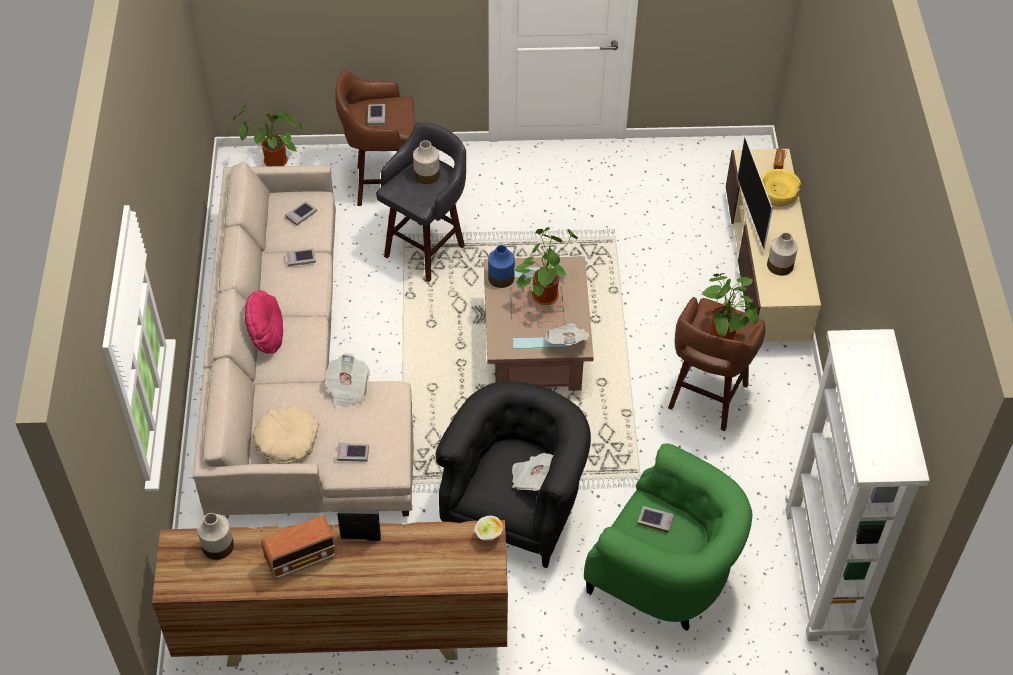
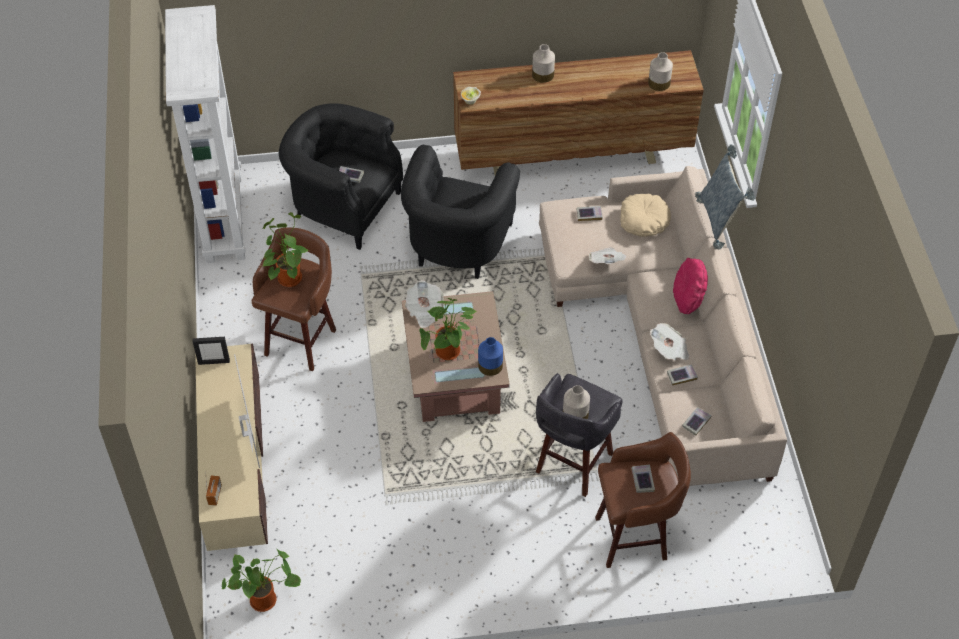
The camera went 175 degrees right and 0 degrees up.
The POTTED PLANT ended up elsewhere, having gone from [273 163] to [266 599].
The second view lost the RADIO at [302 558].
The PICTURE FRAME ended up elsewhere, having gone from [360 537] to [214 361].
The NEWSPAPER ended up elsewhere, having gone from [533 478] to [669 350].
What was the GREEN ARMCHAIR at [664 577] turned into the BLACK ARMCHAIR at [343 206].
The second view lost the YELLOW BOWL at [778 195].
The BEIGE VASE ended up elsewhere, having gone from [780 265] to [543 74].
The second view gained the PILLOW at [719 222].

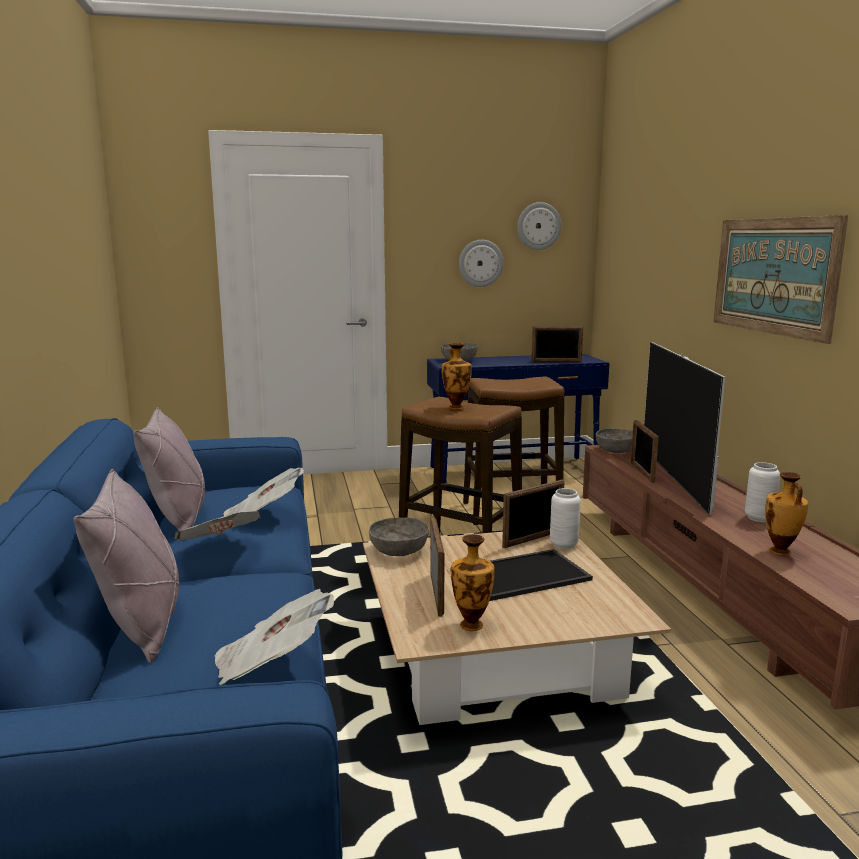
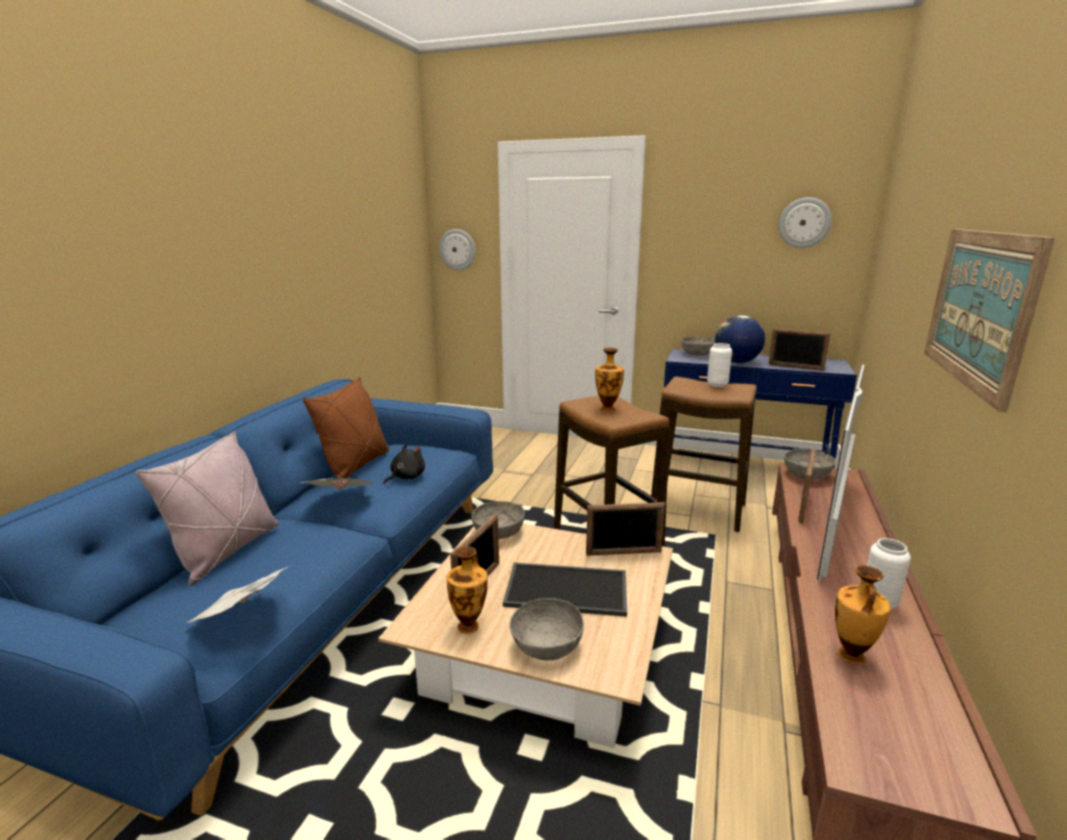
The camera went 30 degrees right and 5 degrees up.
What was the PURPLE PILLOW at [179 519] turned into the BROWN PILLOW at [356 466].
Where the NEWSPAPER stood at [263 515], the BLACK PLUSH TOY came to stand at [406 477].
The WALL CLOCK ended up elsewhere, having gone from [480 263] to [457 249].
The WHITE VASE ended up elsewhere, having gone from [563 545] to [717 385].
The second view gained the GREY BOWL at [547 645].
The second view gained the GLOBE at [736 362].

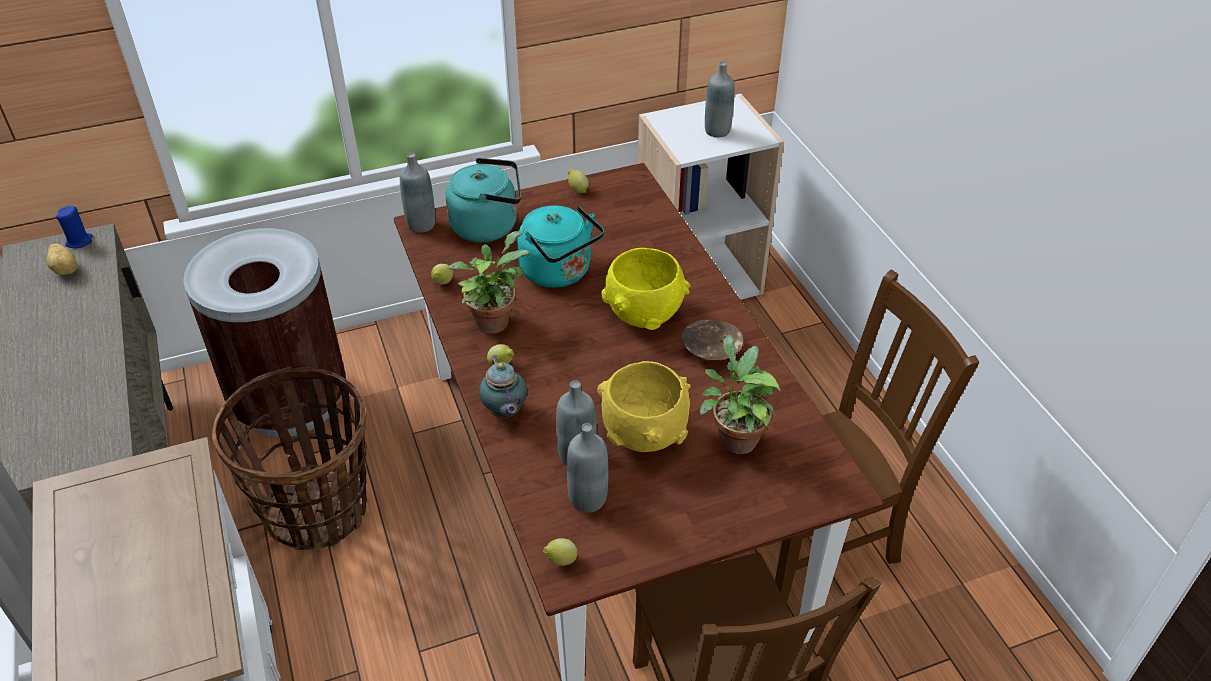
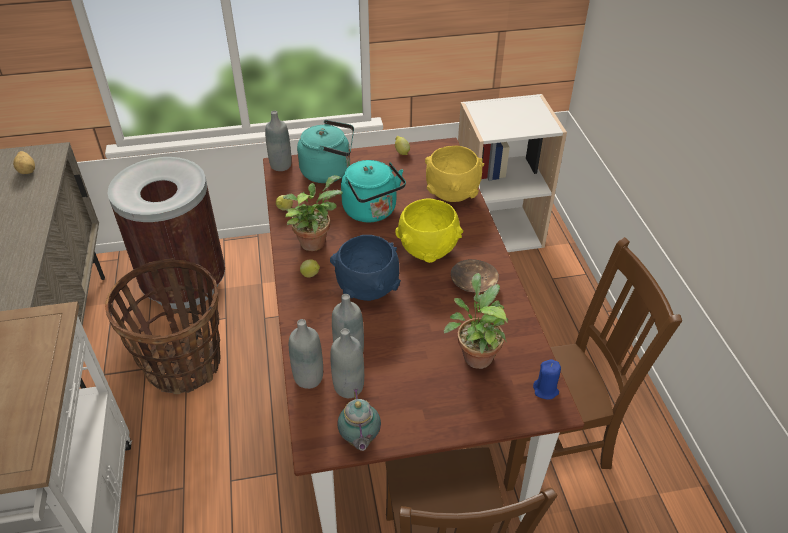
The camera went 10 degrees right and 0 degrees up.
The BLUE CANDLE ended up elsewhere, having gone from [79 241] to [546 390].
The TEAPOT ended up elsewhere, having gone from [505 413] to [359 440].
The second view lost the LEMON at [560 561].
The YELLOW BOWL ended up elsewhere, having gone from [643 434] to [451 194].
The GREY BOTTLE ended up elsewhere, having gone from [717 131] to [308 378].
The second view gained the BLUE BOWL at [367 289].

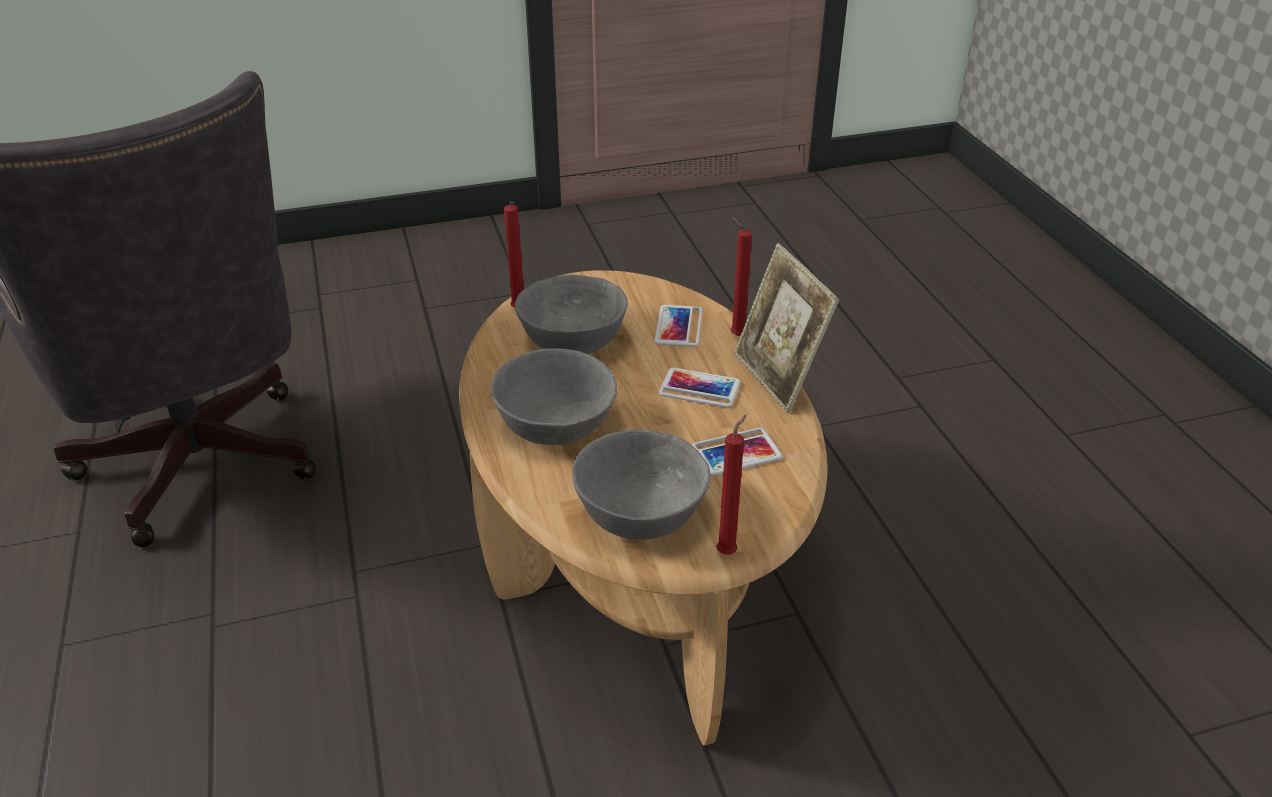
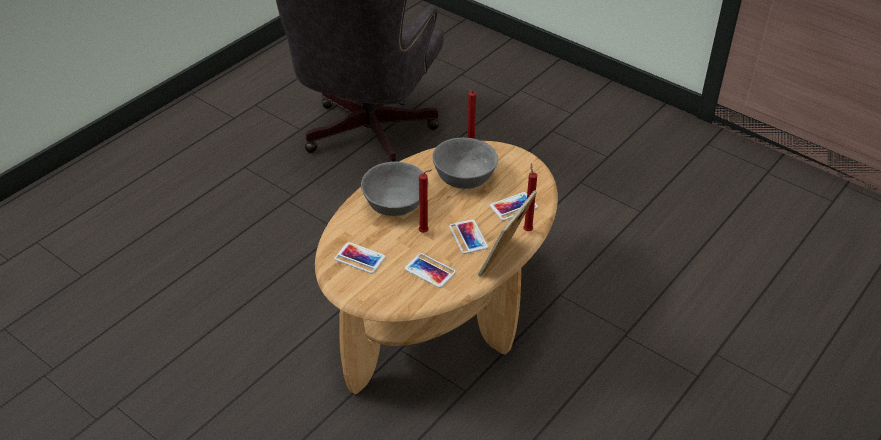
The camera went 55 degrees right and 5 degrees up.
Where the GREY BOWL stood at [640 512], the PHONE came to stand at [360 258].
The RED CANDLE ended up elsewhere, having gone from [728 551] to [425 232].

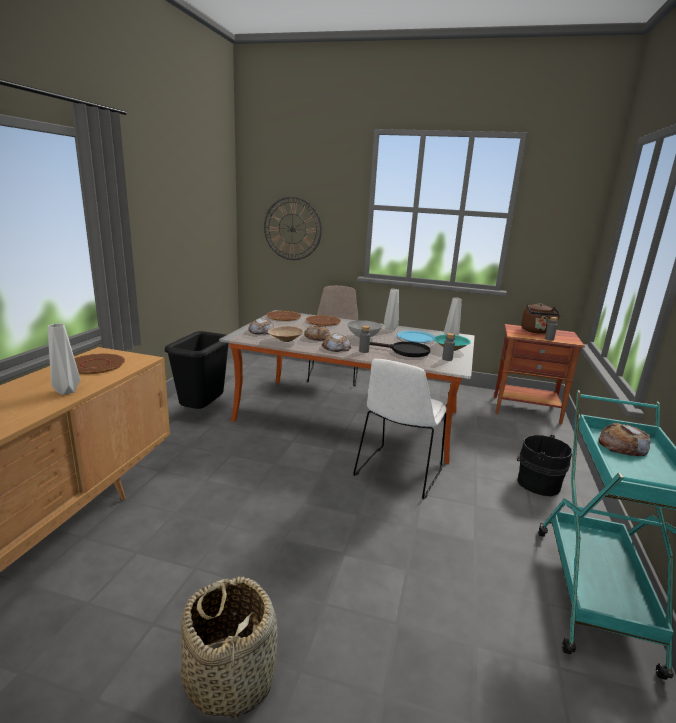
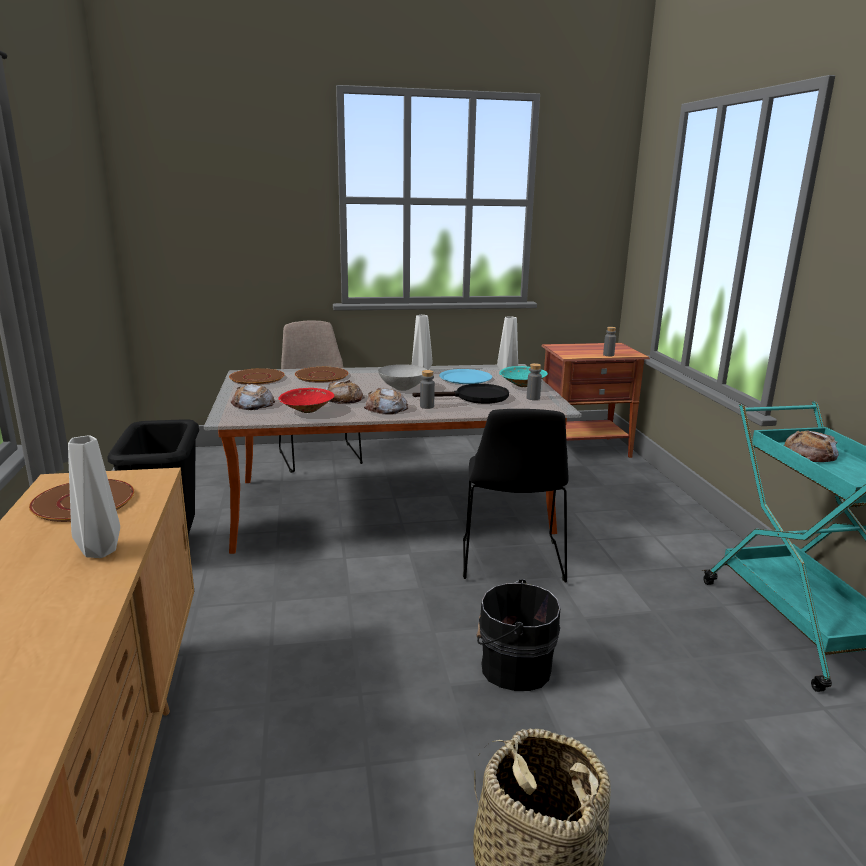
The camera went 25 degrees left and 0 degrees up.
The second view lost the WALL CLOCK at [292 228].
What was the BEIGE BOWL at [285 340] turned into the RED BOWL at [306 411].
What was the WHITE CHAIR at [398 473] turned into the BLACK CHAIR at [511 561].
The BLACK BUCKET ended up elsewhere, having gone from [536 482] to [512 667].
The second view lost the BROWN KETTLE at [536 331].

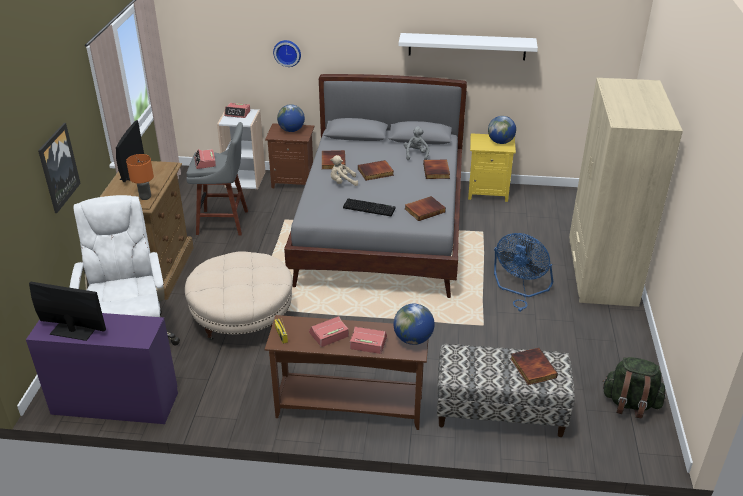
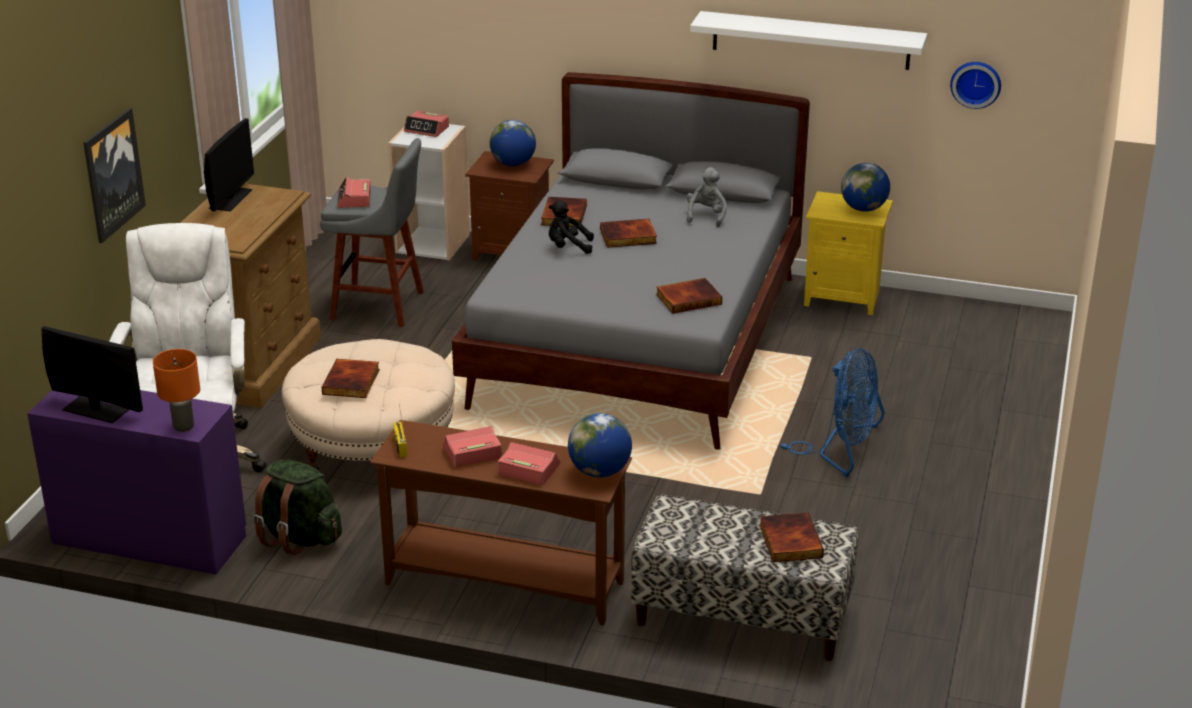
The camera went 10 degrees right and 5 degrees down.
The ORANGE TABLE LAMP ended up elsewhere, having gone from [145 197] to [184 426].
The WALL CLOCK ended up elsewhere, having gone from [287 52] to [976 83].
What was the BEIGE PLUSH TOY at [342 182] turned into the BLACK PLUSH TOY at [568 247].
The second view lost the KEYBOARD at [369 208].
The BOOK ended up elsewhere, having gone from [437 171] to [352 382].
The BLUE FAN at [518 289] ended up facing another way, 75 degrees clockwise from before.
The second view lost the BEIGE WARDROBE at [601 272].
The GREEN BACKPACK ended up elsewhere, having gone from [630 403] to [299 538].

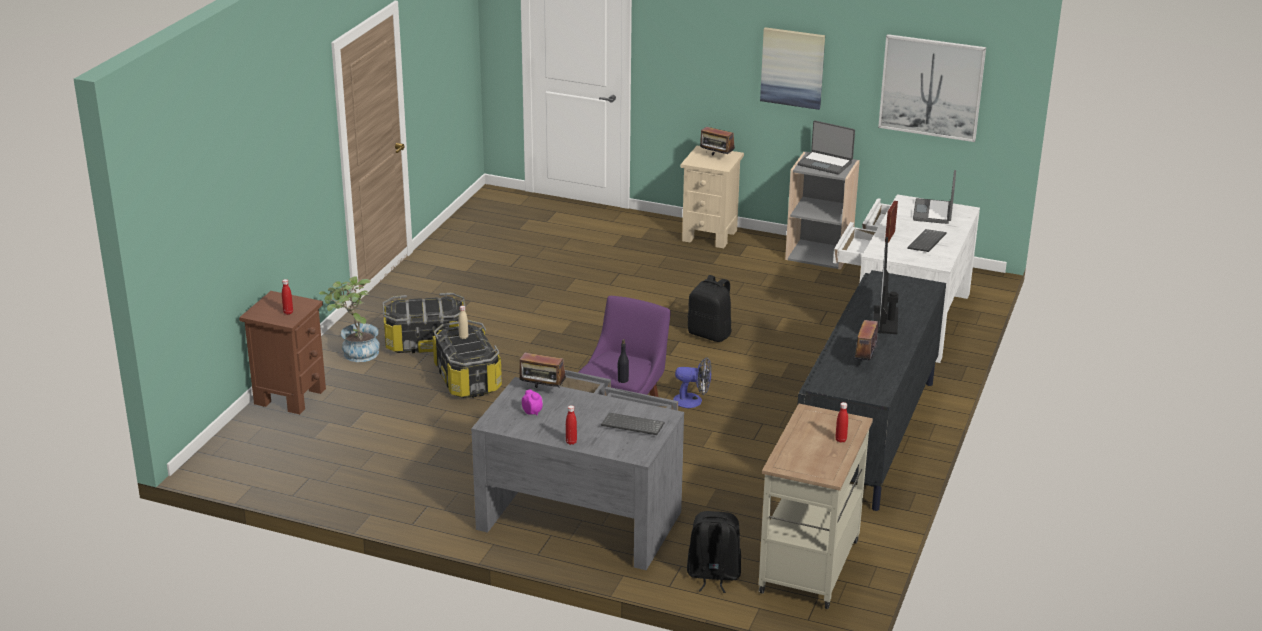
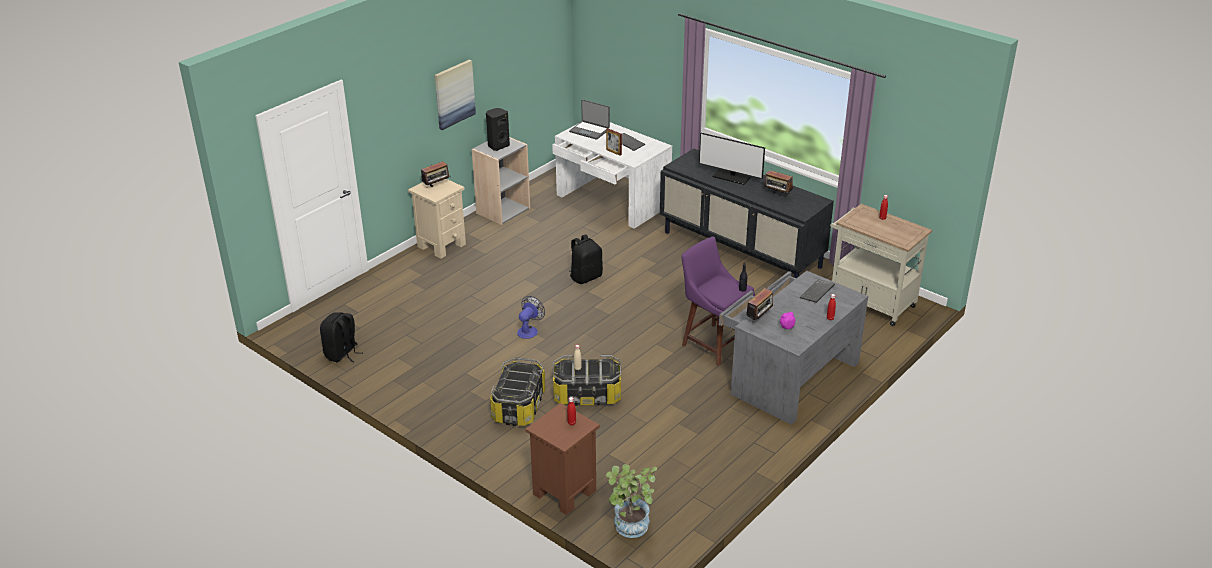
The camera went 70 degrees left and 5 degrees up.
The POTTED PLANT ended up elsewhere, having gone from [355 353] to [630 529].
The FAN ended up elsewhere, having gone from [693 401] to [529 330].
The BLACK BACKPACK ended up elsewhere, having gone from [713 575] to [342 354].
Where the LAPTOP stood at [825 163], the BLACK SPEAKER came to stand at [498 146].
The second view lost the PICTURE at [931 87].

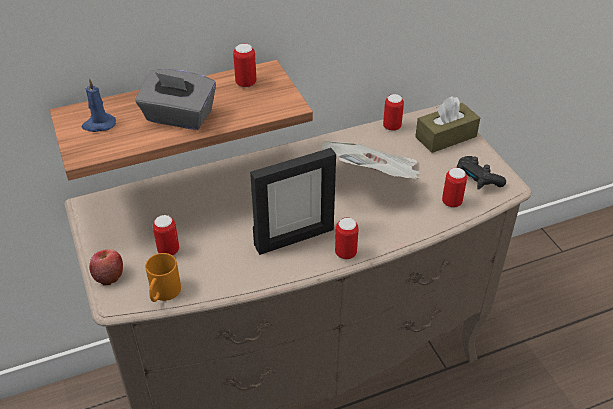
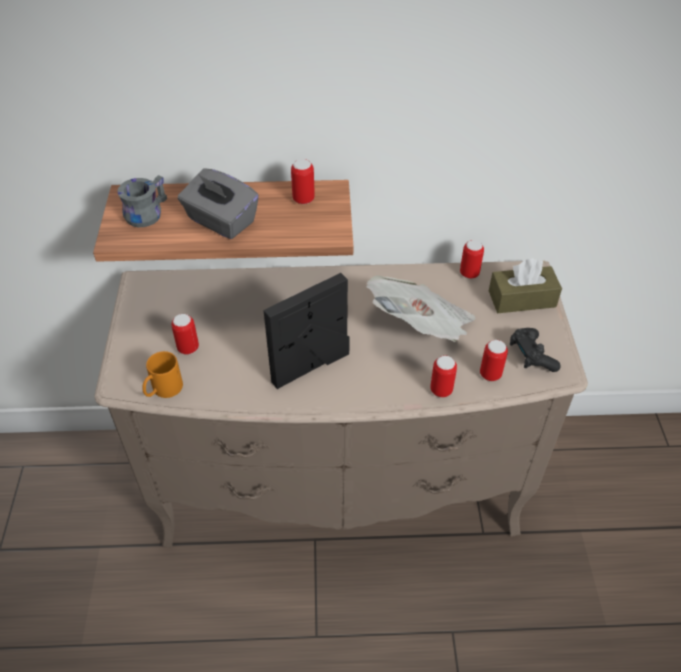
The camera went 20 degrees right and 5 degrees up.
Where the BLUE CANDLE stood at [99 125], the GREY MUG came to stand at [145 212].
The second view lost the APPLE at [108 275].
The PICTURE FRAME at [294 237] ended up facing another way, 150 degrees clockwise from before.
The CAN ended up elsewhere, having gone from [345 253] to [441 390].

